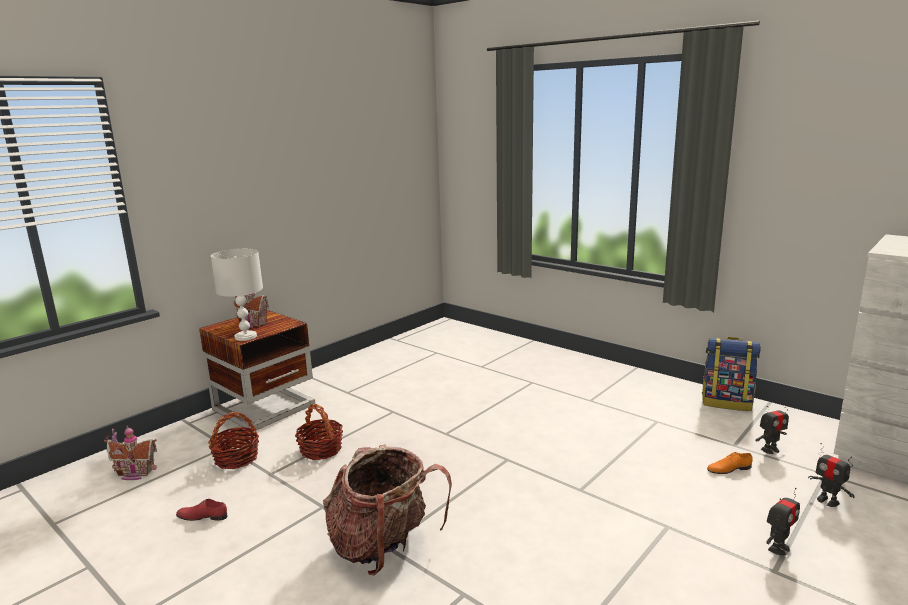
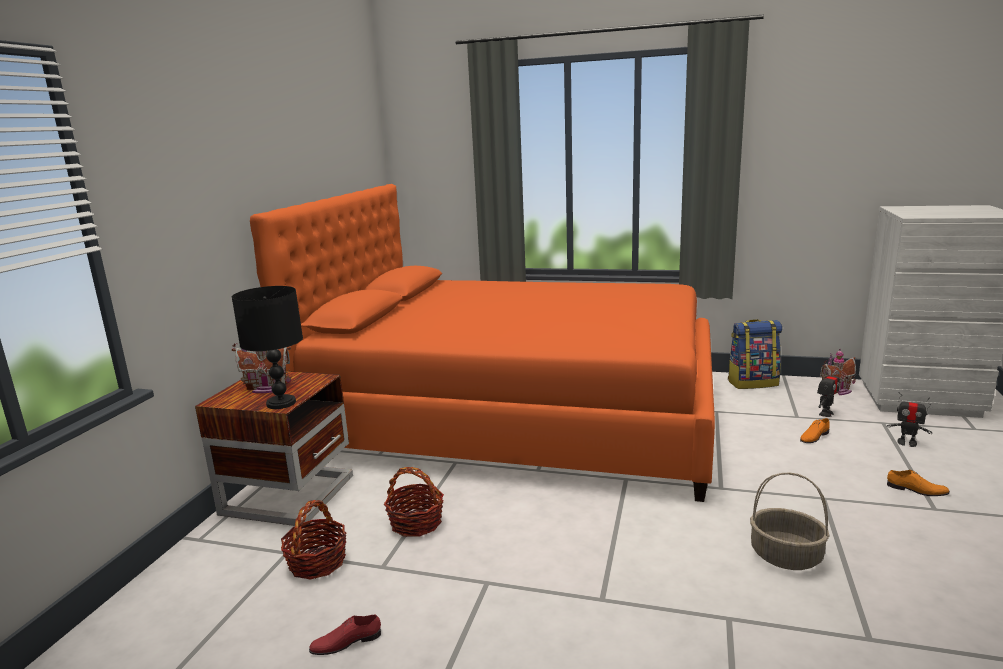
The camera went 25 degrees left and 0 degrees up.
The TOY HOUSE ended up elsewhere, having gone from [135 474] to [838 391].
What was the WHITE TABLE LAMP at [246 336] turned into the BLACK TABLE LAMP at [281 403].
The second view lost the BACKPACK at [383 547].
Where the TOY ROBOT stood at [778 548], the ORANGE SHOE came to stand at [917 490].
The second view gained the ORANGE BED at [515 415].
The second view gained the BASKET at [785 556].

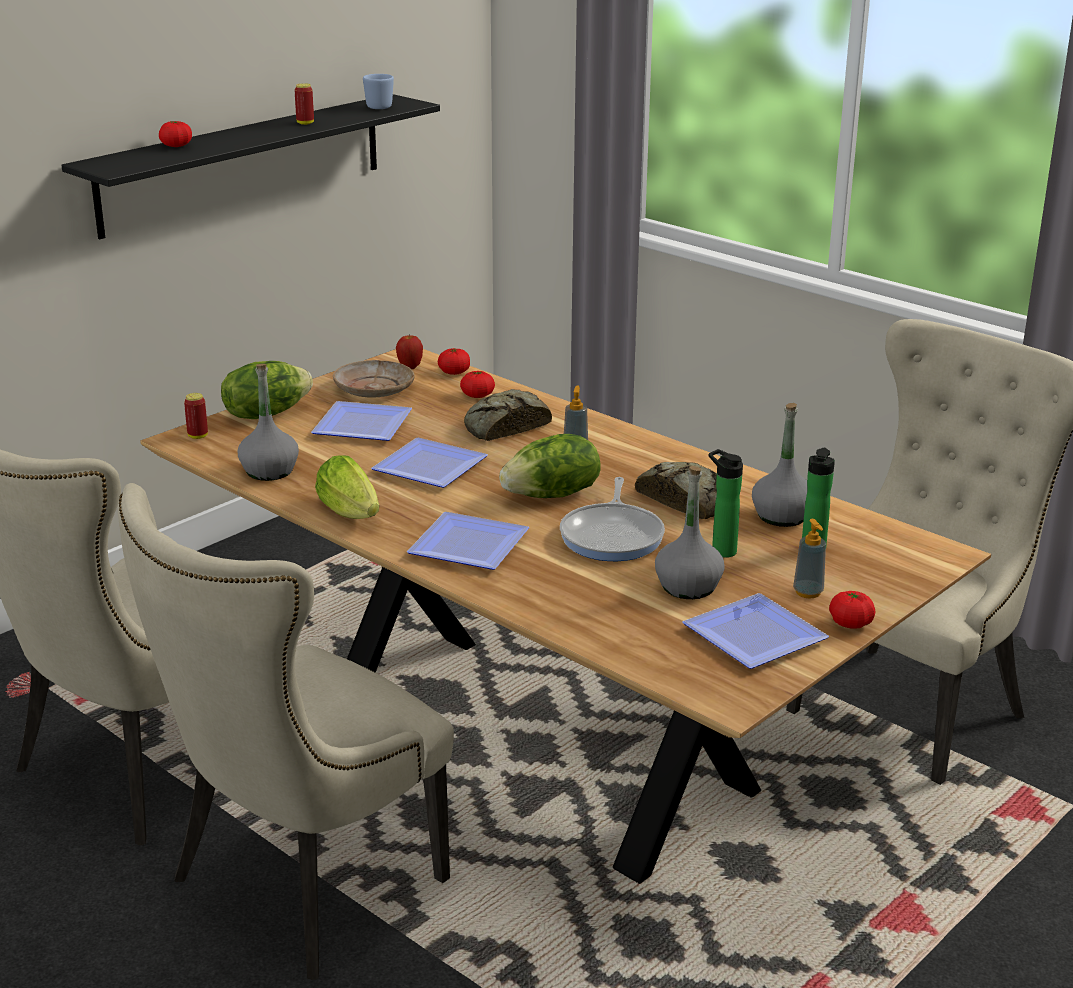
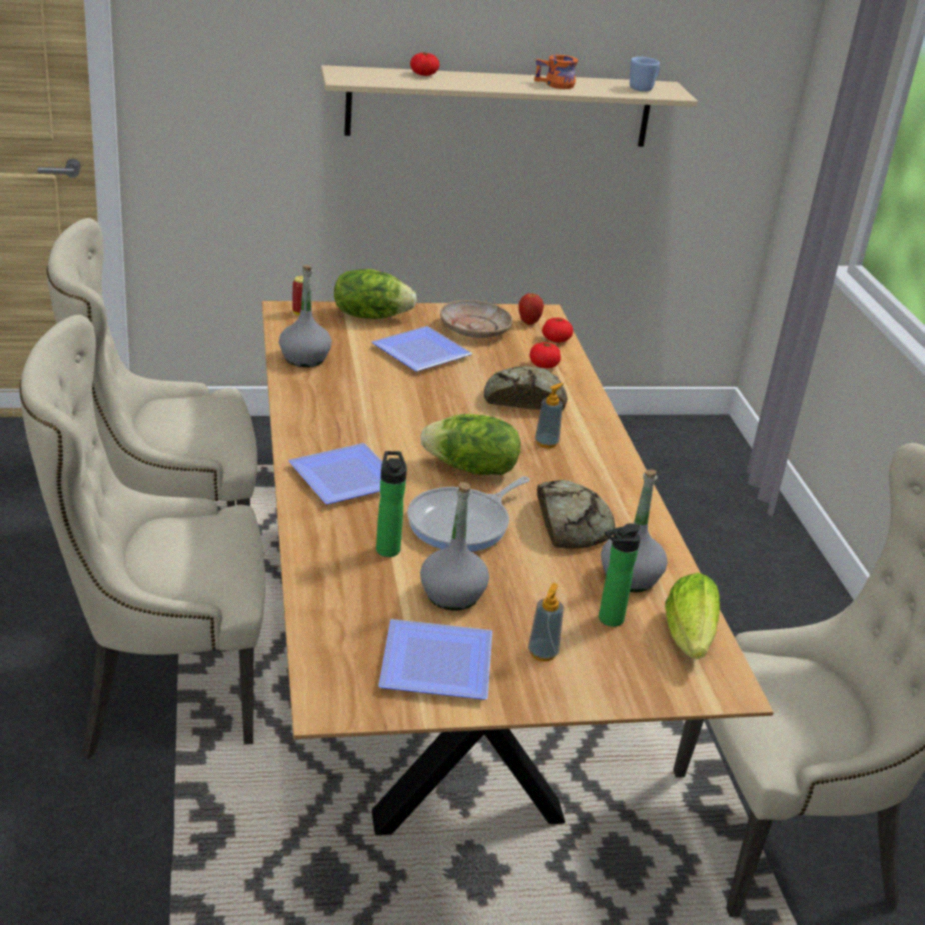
The camera went 35 degrees right and 5 degrees up.
What was the BLACK SHELF at [243 164] turned into the BEIGE SHELF at [500 107].
Where the CAN stood at [305 123], the ORANGE MUG came to stand at [555 85].
The LETTUCE ended up elsewhere, having gone from [351 513] to [689 640].
The second view lost the PLATE at [434 467].
The BOTTLE ended up elsewhere, having gone from [721 550] to [387 547].
The second view lost the TOMATO at [850 623].

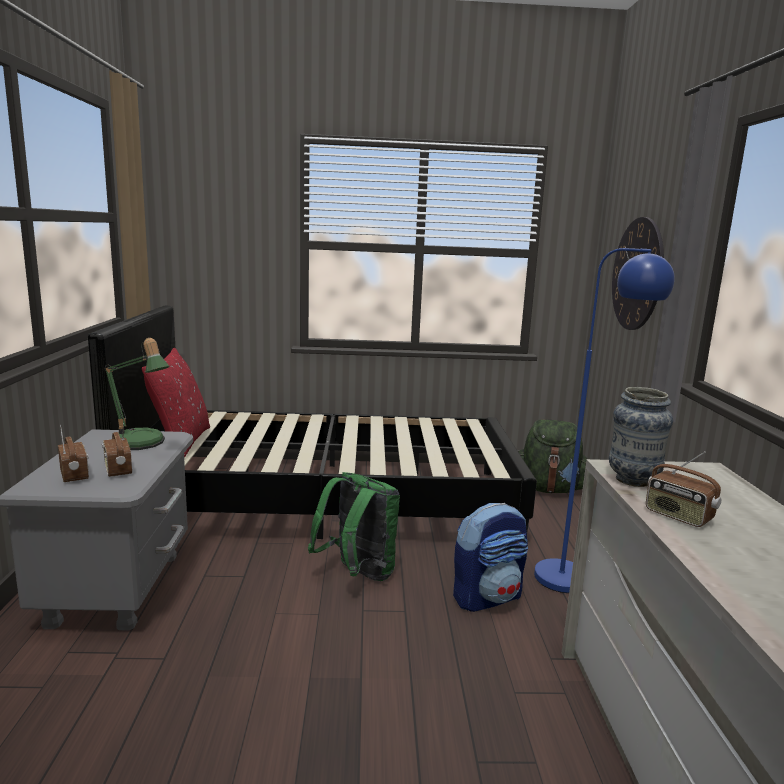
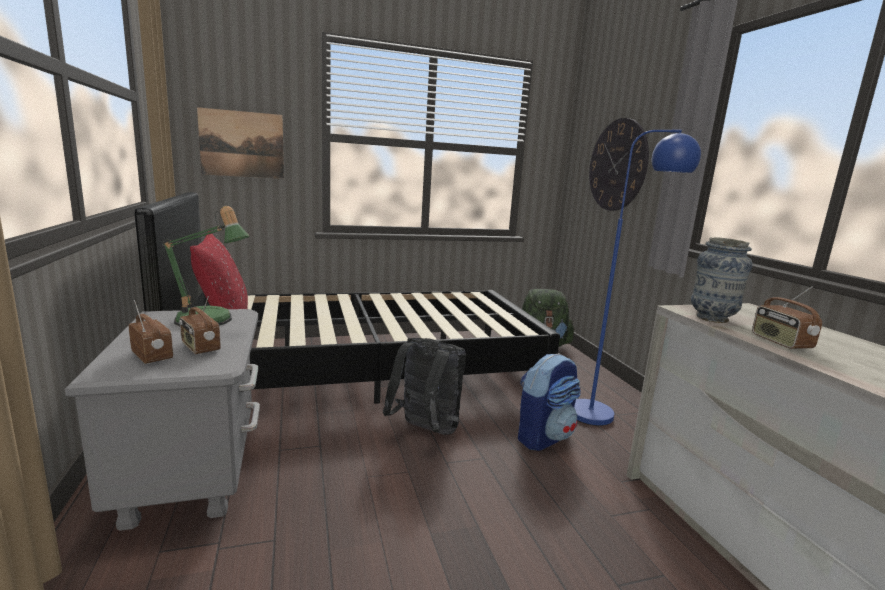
The camera went 15 degrees left and 0 degrees up.
What was the GREEN BACKPACK at [357 574] turned into the BLACK BACKPACK at [425 431].
The RADIO at [678 516] ended up facing another way, 45 degrees clockwise from before.
The second view gained the PICTURE at [242 144].

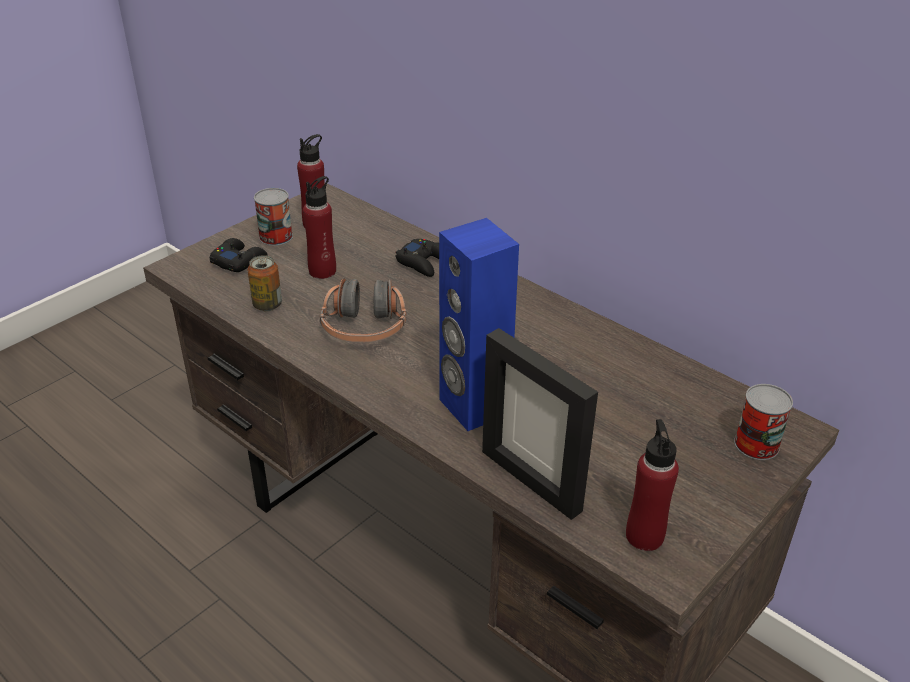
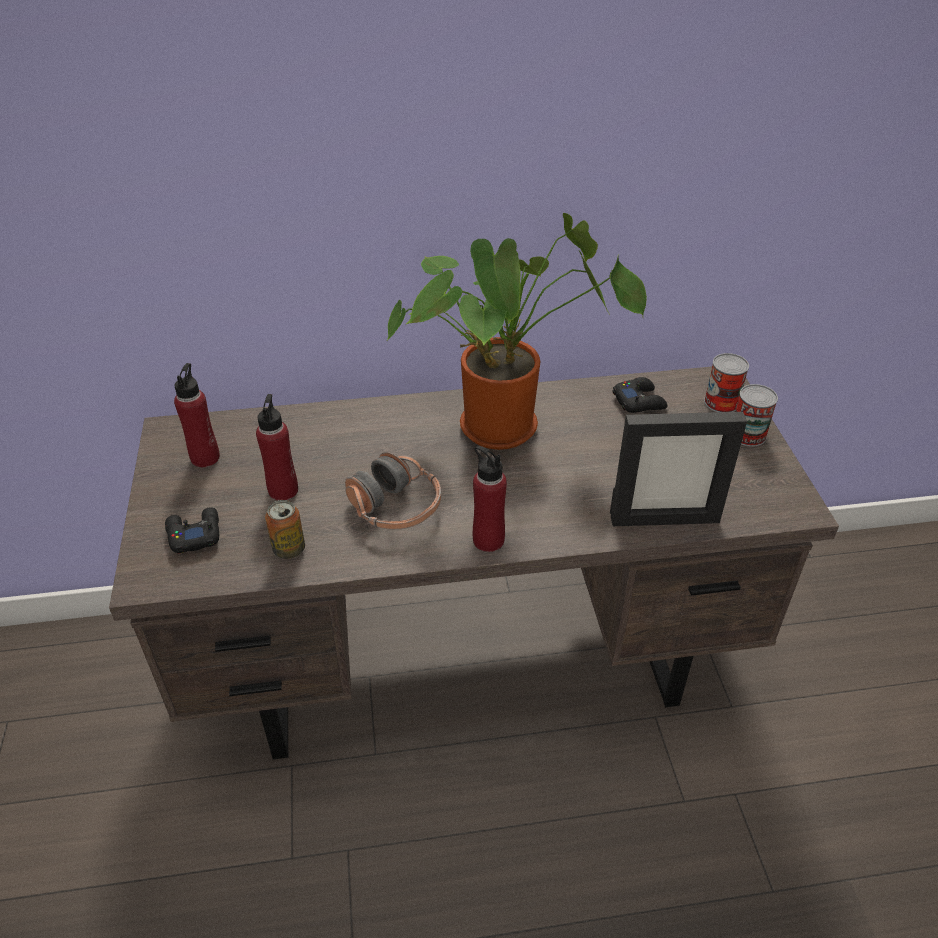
The camera went 50 degrees left and 5 degrees up.
The CAN ended up elsewhere, having gone from [276 237] to [748 434].
The BLACK GAME CONTROLLER ended up elsewhere, having gone from [424 262] to [639 401].
The second view lost the BLUE SPEAKER at [473 407].
The RED BOTTLE ended up elsewhere, having gone from [644 536] to [488 540].
The second view gained the POTTED PLANT at [506 424].

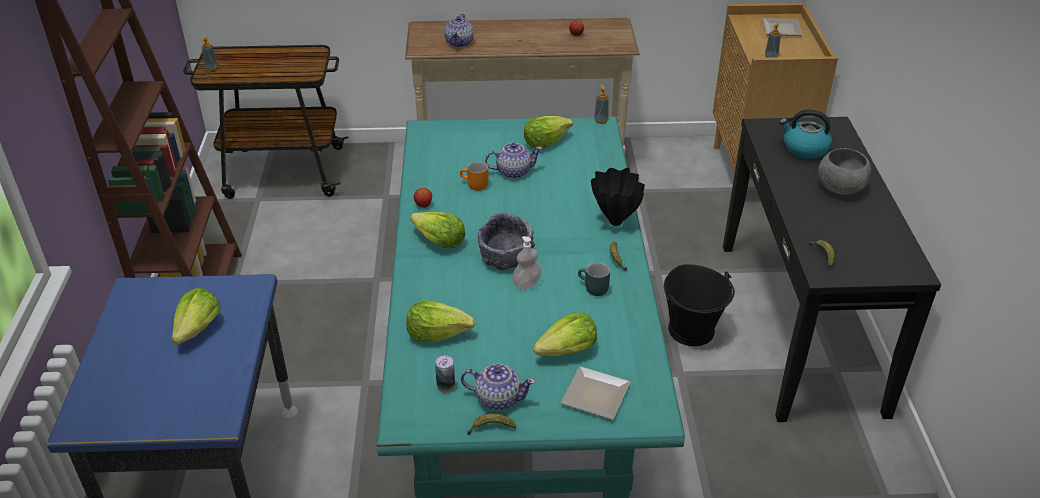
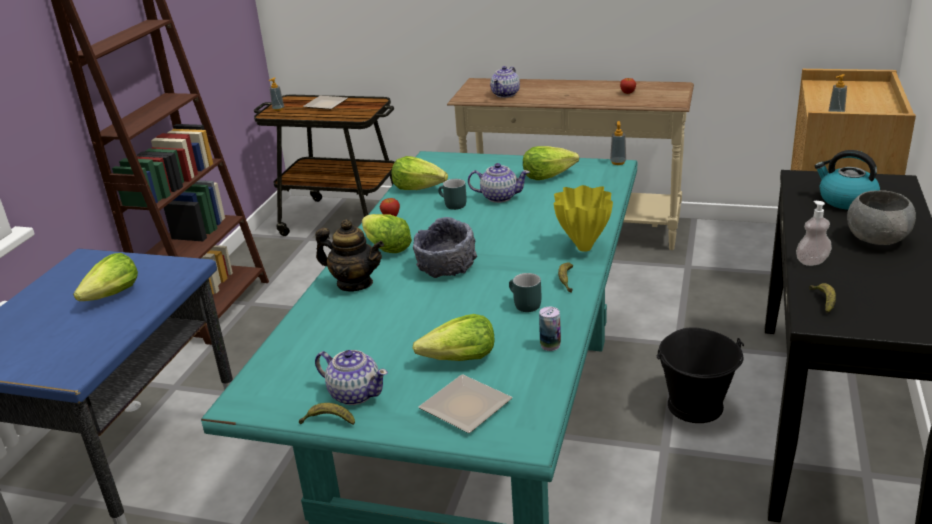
The camera went 20 degrees right and 10 degrees down.
The LETTUCE ended up elsewhere, having gone from [438 333] to [419 188].
The CAN ended up elsewhere, having gone from [446 386] to [550 345].
What was the ORANGE MUG at [474 185] turned into the TURQUOISE MUG at [452 205].
The SOAP DISPENSER ended up elsewhere, having gone from [527 284] to [812 261].
What was the BLACK VASE at [614 221] turned into the YELLOW VASE at [583 247].
The PLATE ended up elsewhere, having gone from [780 29] to [325 104].
The second view gained the TEAPOT at [354 283].

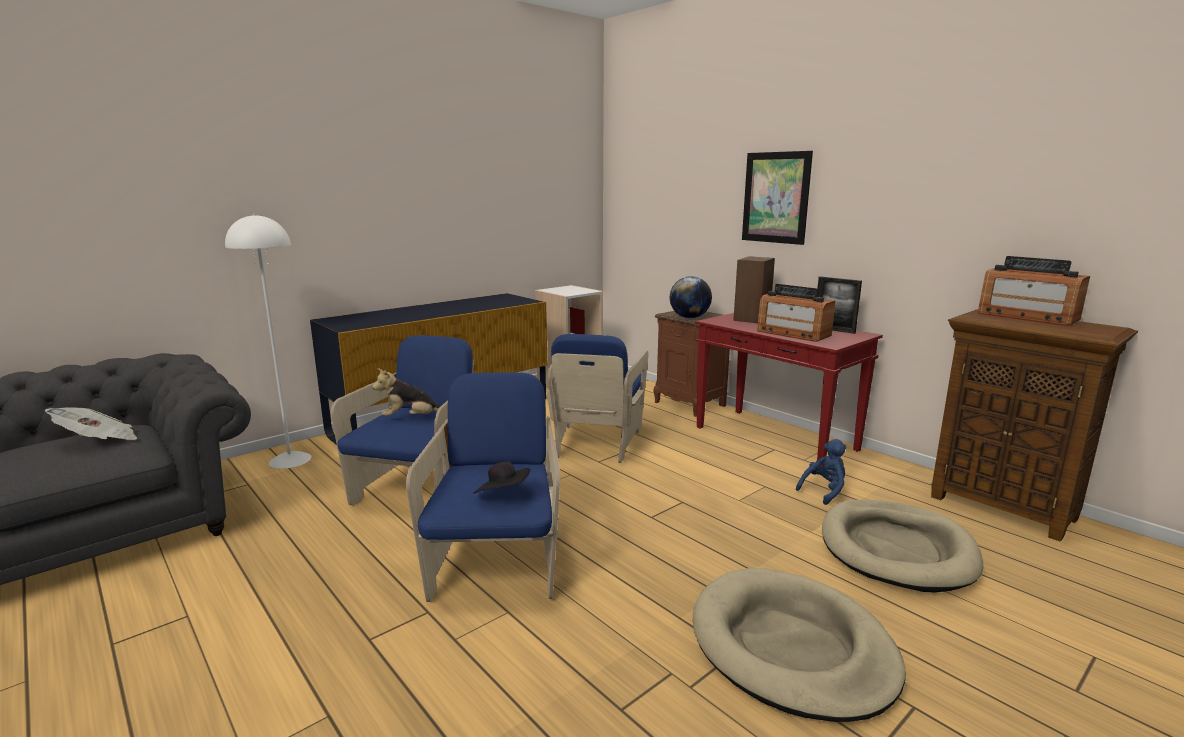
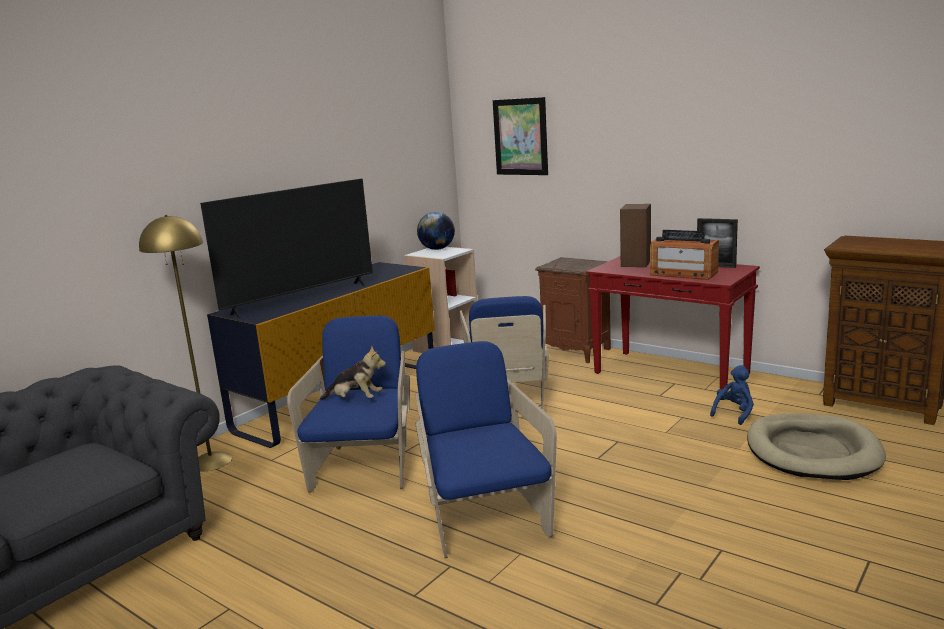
The camera went 10 degrees left and 0 degrees up.
The second view lost the NEWSPAPER at [99 441].
What was the WHITE FLOOR LAMP at [290 460] turned into the YELLOW FLOOR LAMP at [210 461].
The PLUSH TOY at [412 419] ended up facing another way, 150 degrees counterclockwise from before.
The second view lost the BLACK HAT at [503 495].
The GLOBE ended up elsewhere, having gone from [689 317] to [437 249].
The second view lost the BEIGE DOG BED at [791 647].
The PICTURE ended up elsewhere, having gone from [776 197] to [520 137].
The second view lost the RADIO at [1027 317].
The second view gained the TELEVISION at [301 299].

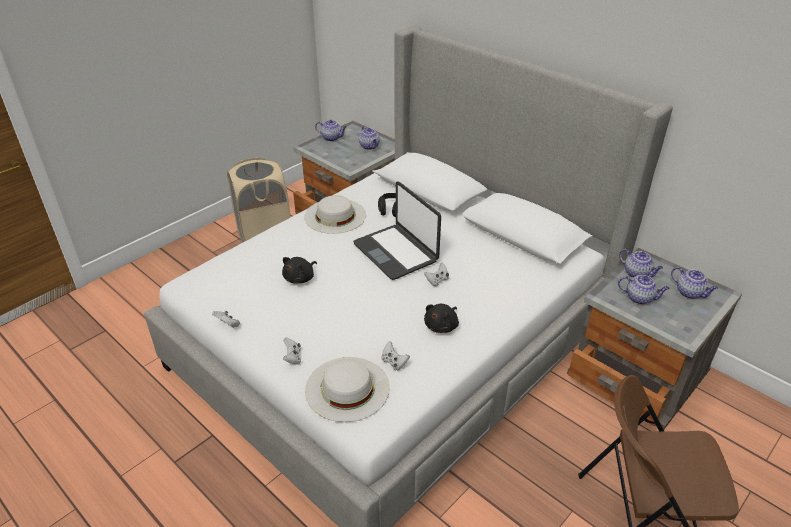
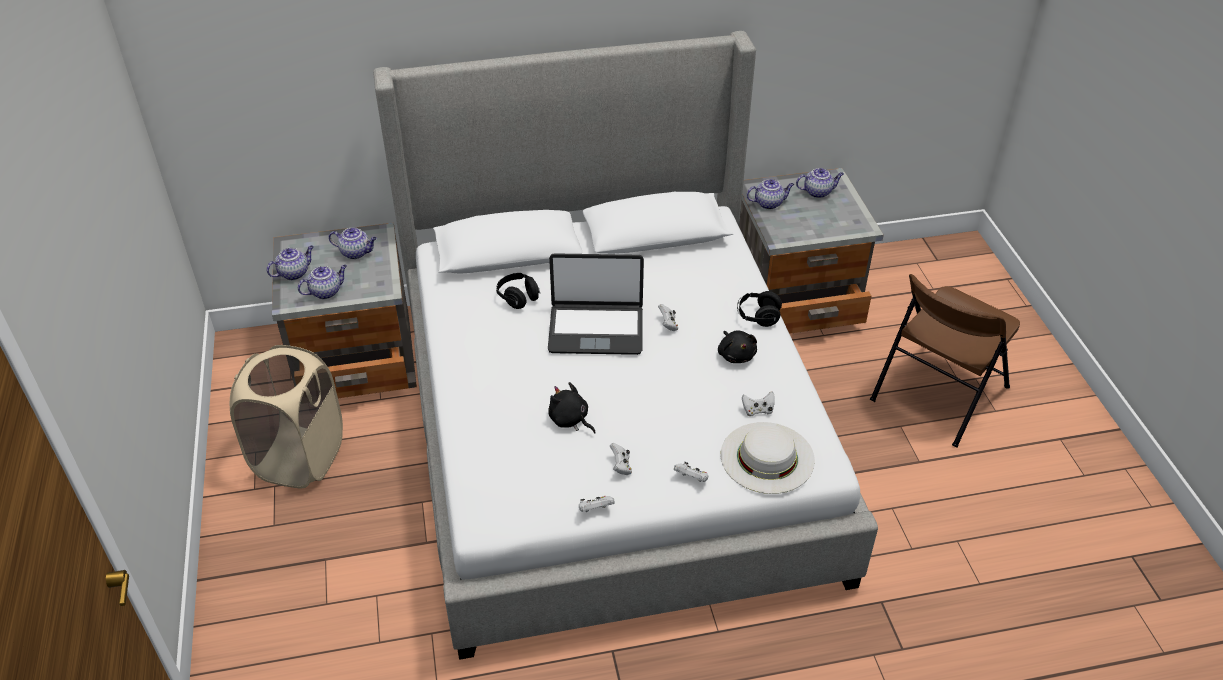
The camera went 55 degrees left and 5 degrees up.
The BLACK PLUSH TOY at [300 278] ended up facing another way, 150 degrees clockwise from before.
The second view lost the WHITE HAT at [335 216].
The TEAPOT ended up elsewhere, having gone from [640 298] to [326 291].
The second view gained the WHITE GAME CONTROLLER at [621 466].
The second view gained the BLACK HEADPHONES at [758 317].

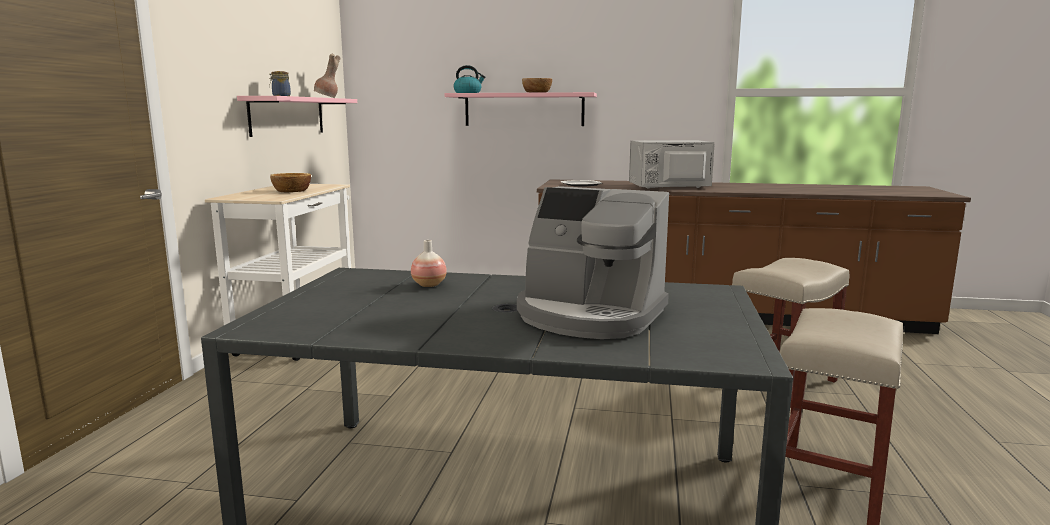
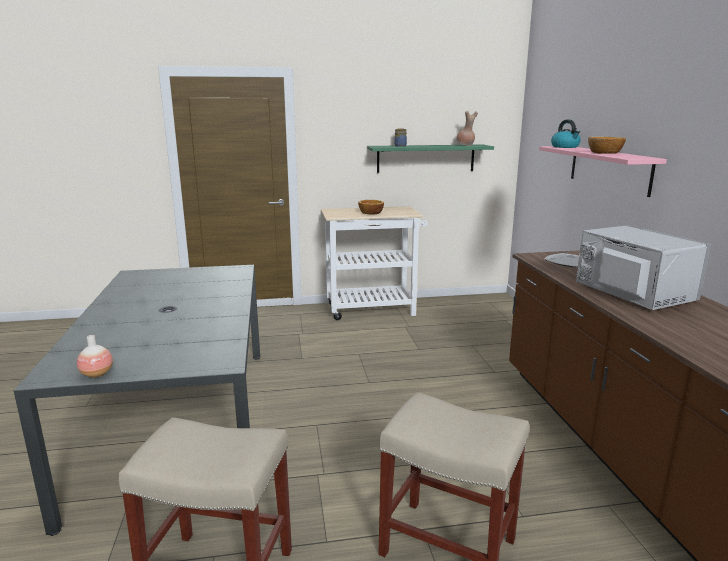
The camera went 70 degrees right and 5 degrees up.
What was the PINK SHELF at [287 116] turned into the GREEN SHELF at [425 158].
The VASE ended up elsewhere, having gone from [429 285] to [97 374].
The second view lost the COFFEE MACHINE at [589 316].

